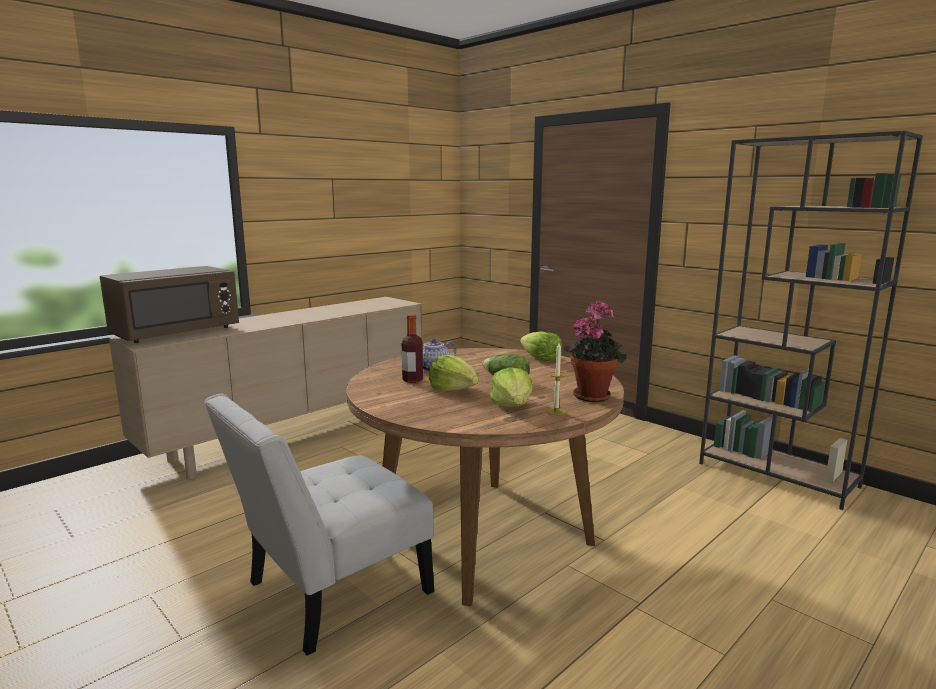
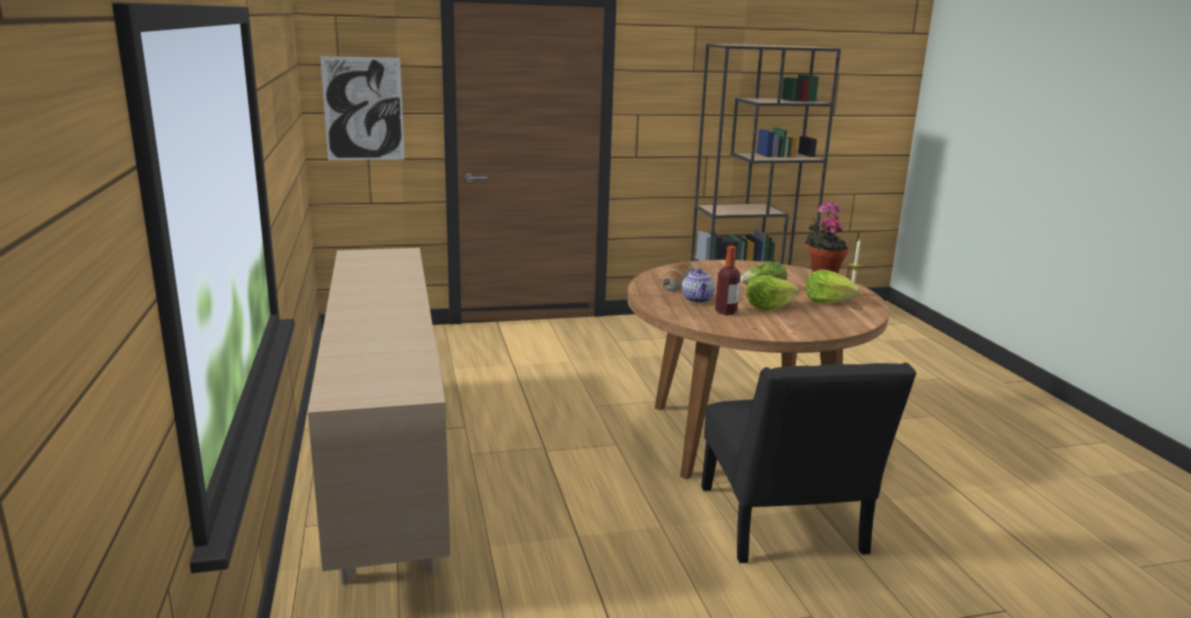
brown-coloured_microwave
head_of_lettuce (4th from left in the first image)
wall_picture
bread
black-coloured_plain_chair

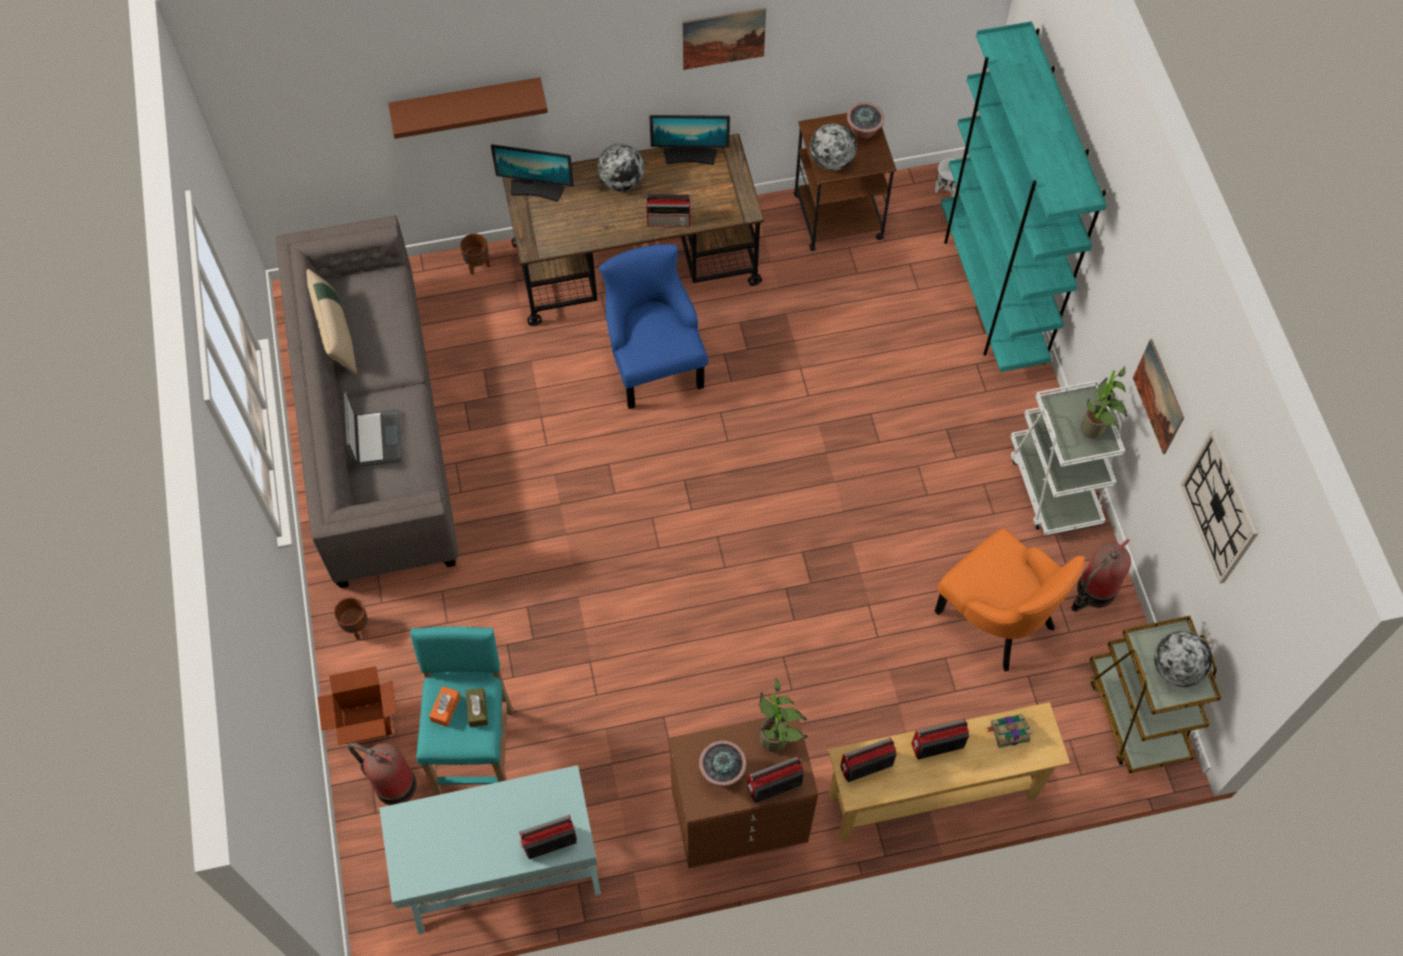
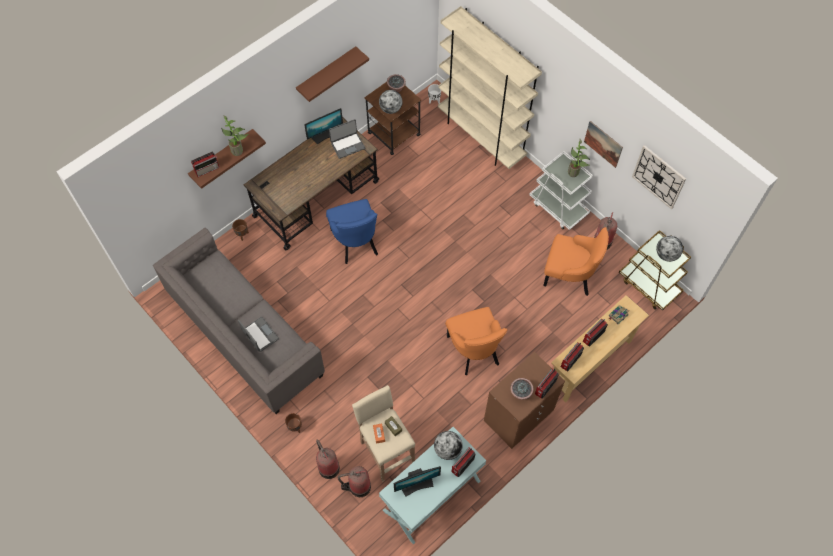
beige_pillow
portable_computer (2nd from left)
orange_plain_chair (1st from left)
computer_screen (2nd from left)
desk_globe (2nd from left)
radio (1st from left)
plant_in_a_pot (1st from left)
fire-fighting_cylinder (1st from left)
brown-coloured_wall_shelf (2nd from left)
beige_sitting_stool
beige_shelving_unit
blue_plain_chair

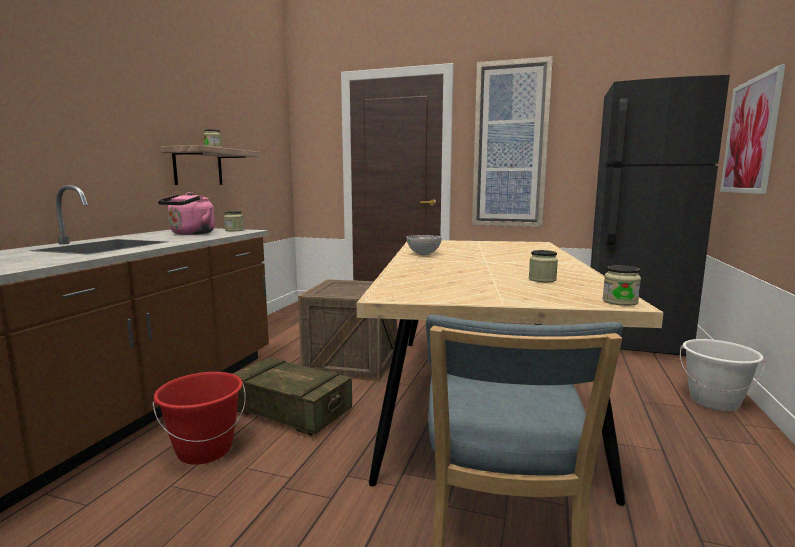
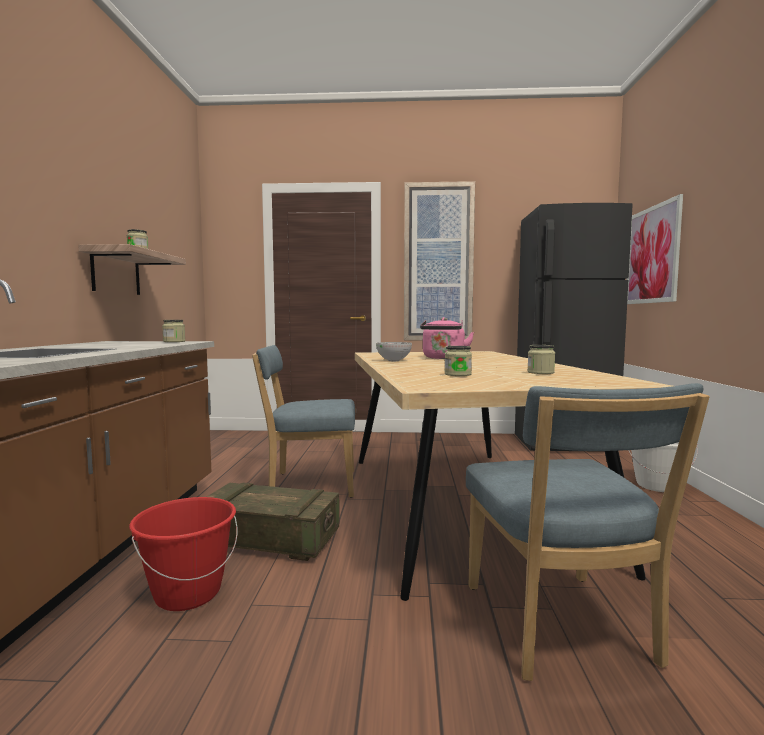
pink-coloured_water_kettle
preserve_jar (3rd from left)
blue_plain_chair (1st from left)

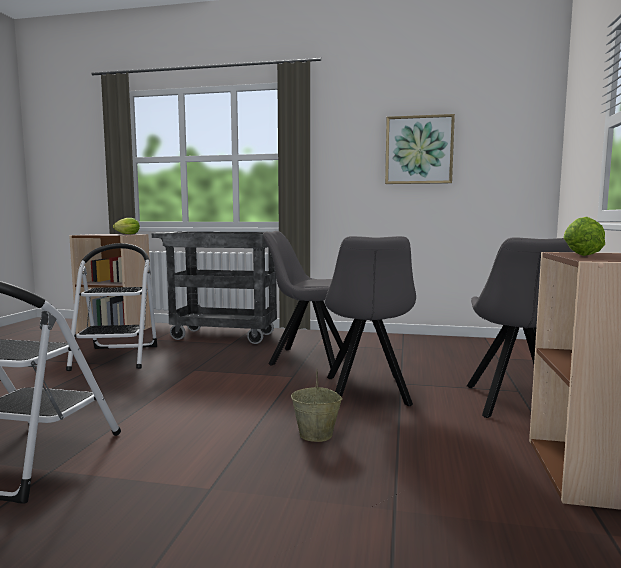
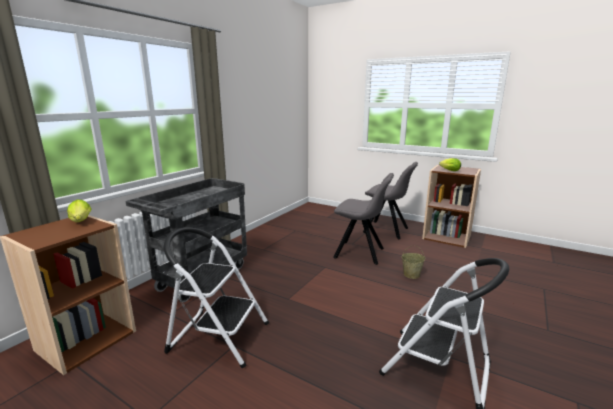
grey_plain_chair (1st from left in the first image)
wall_picture

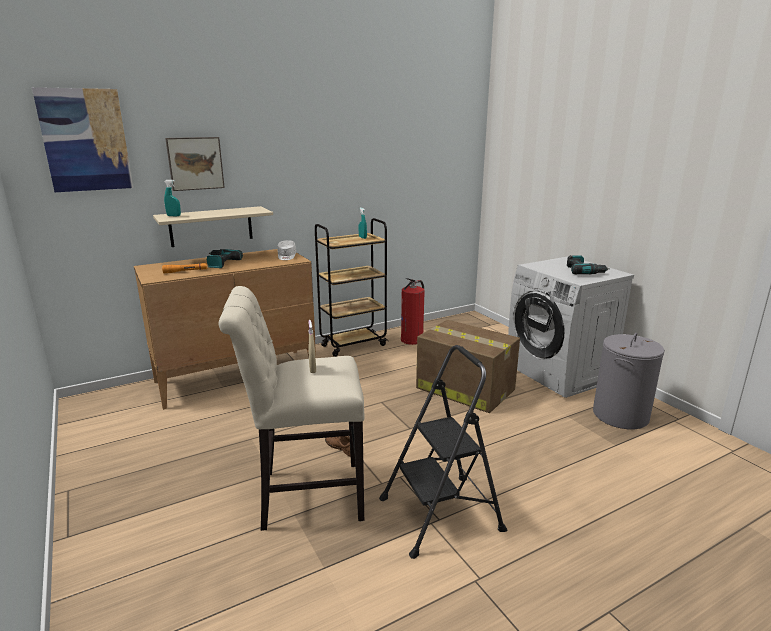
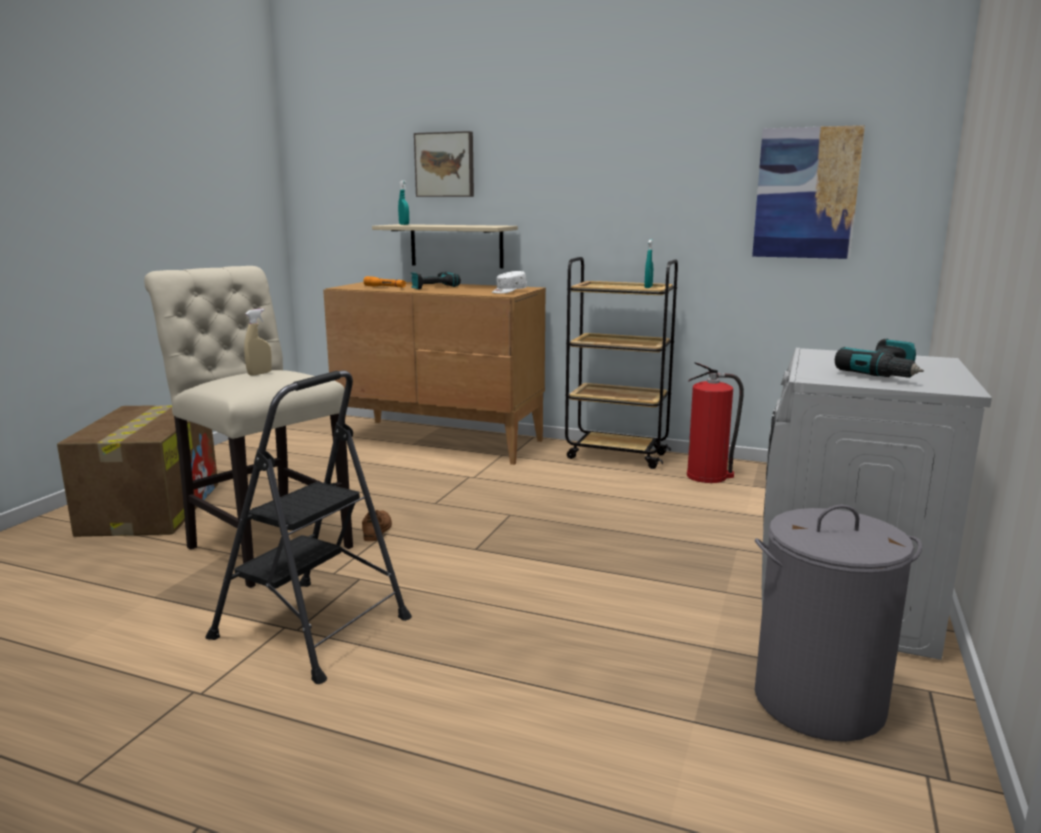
wall_picture (2nd from left)
carton

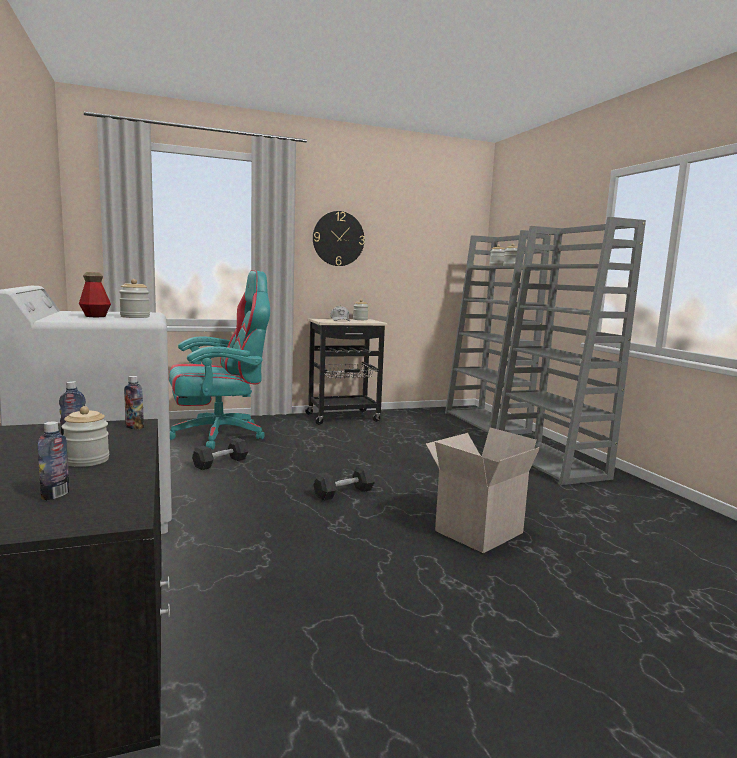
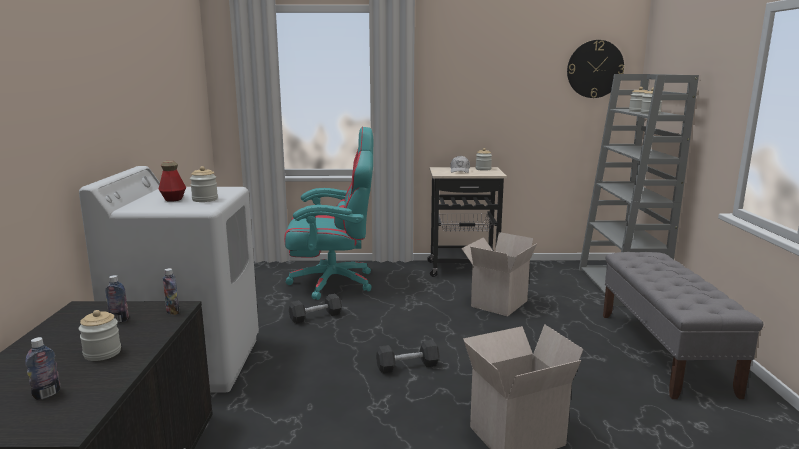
carton (1st from left)
clock_on_the_wall
grey_long_seat

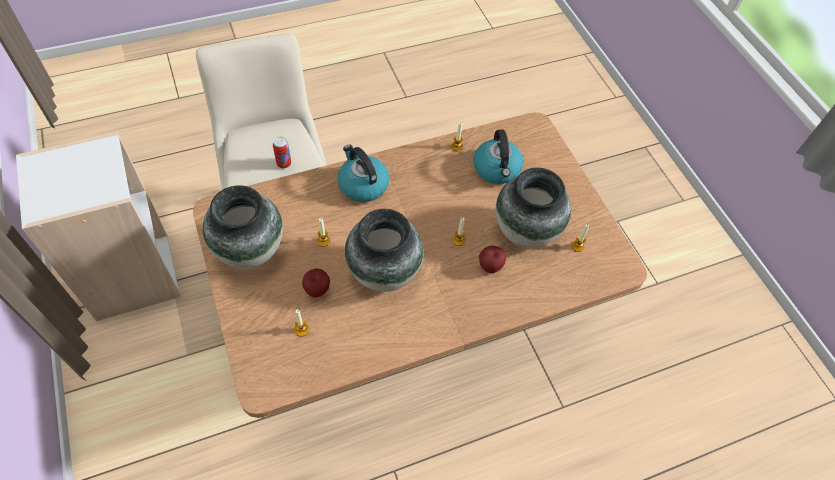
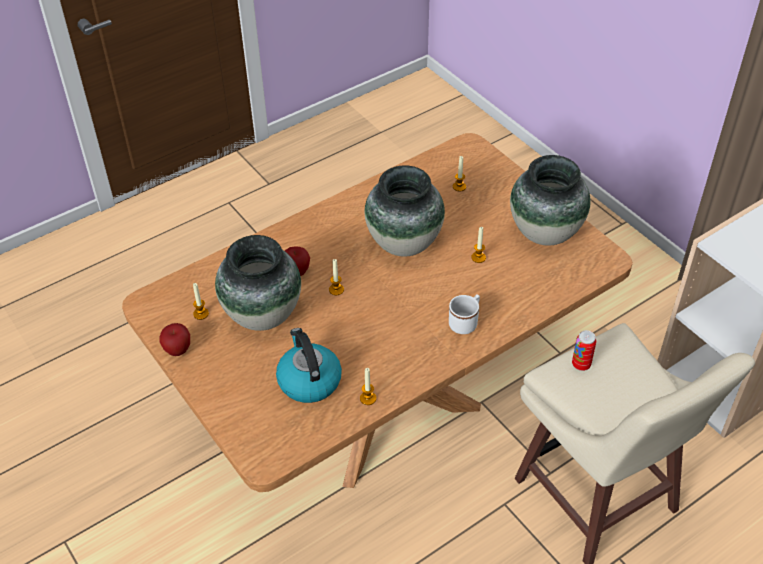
whole_apple (1st from left)
white_tea_mug

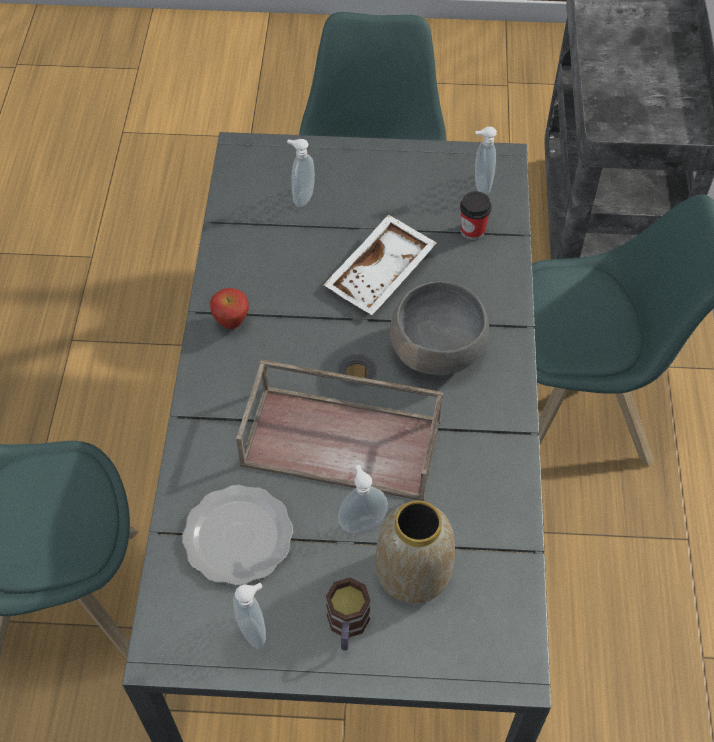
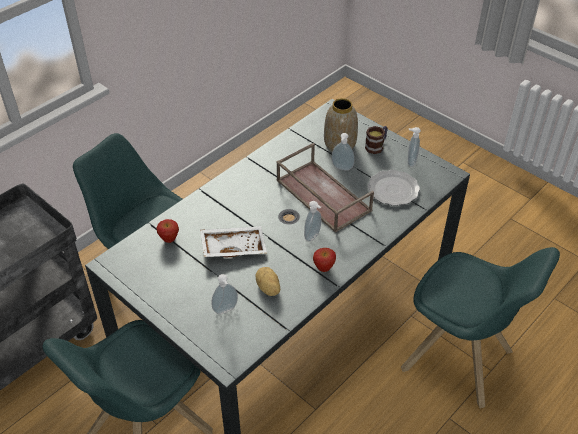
grey_deep_dish
whole_potato
soap_dispenser (2nd from left)
whole_apple (1st from left)

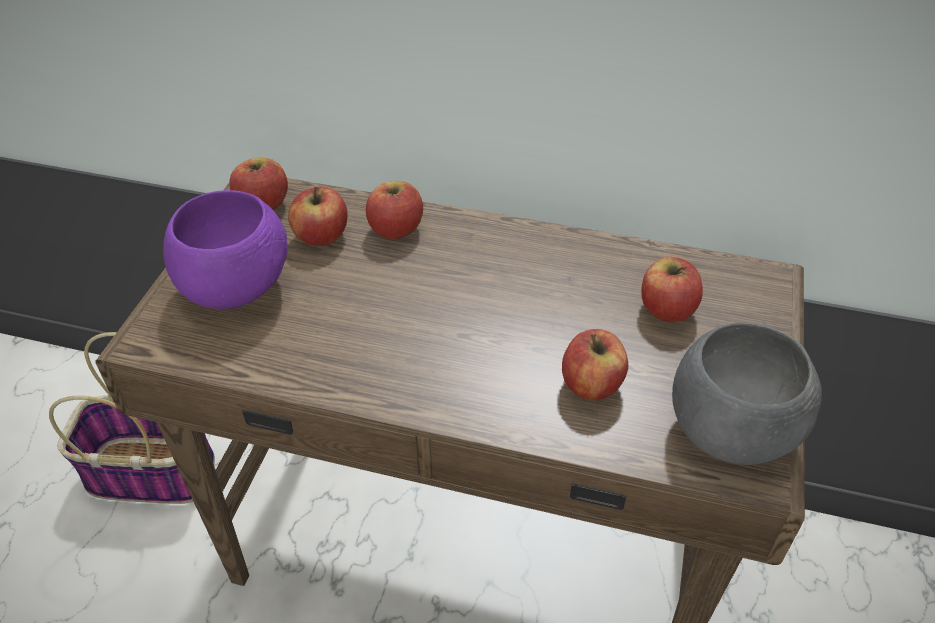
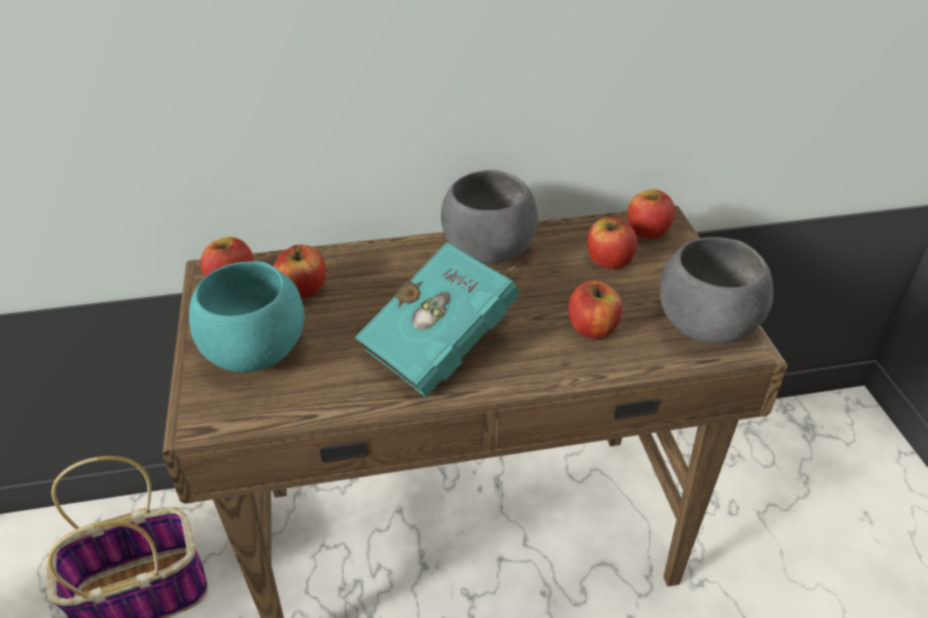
turquoise_volume
grey_deep_dish (1st from left)
whole_apple (5th from left)
turquoise_deep_dish

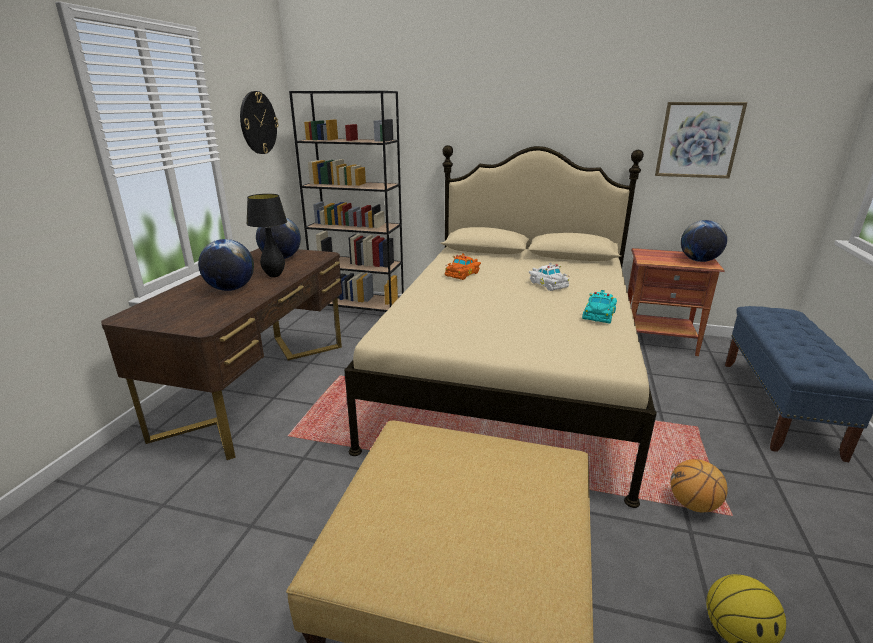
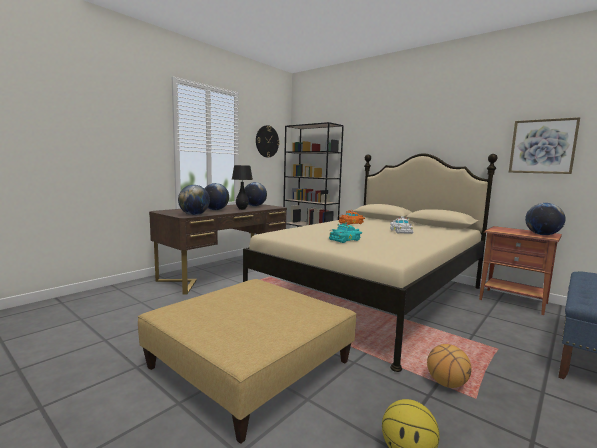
desk_globe (1st from left)
turquoise_toy_car

